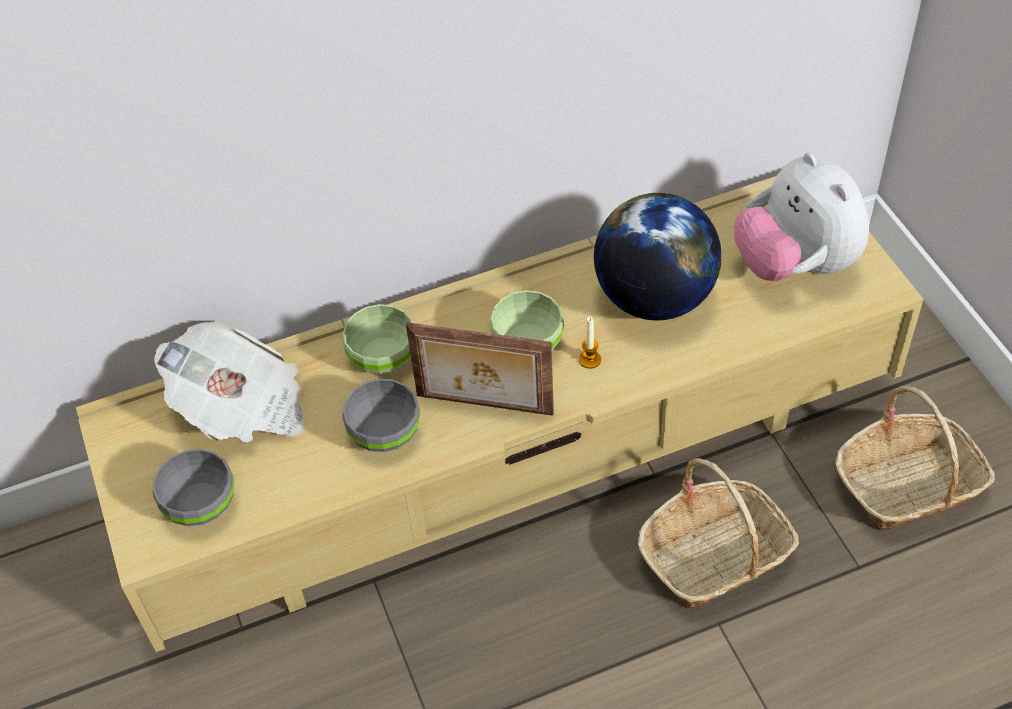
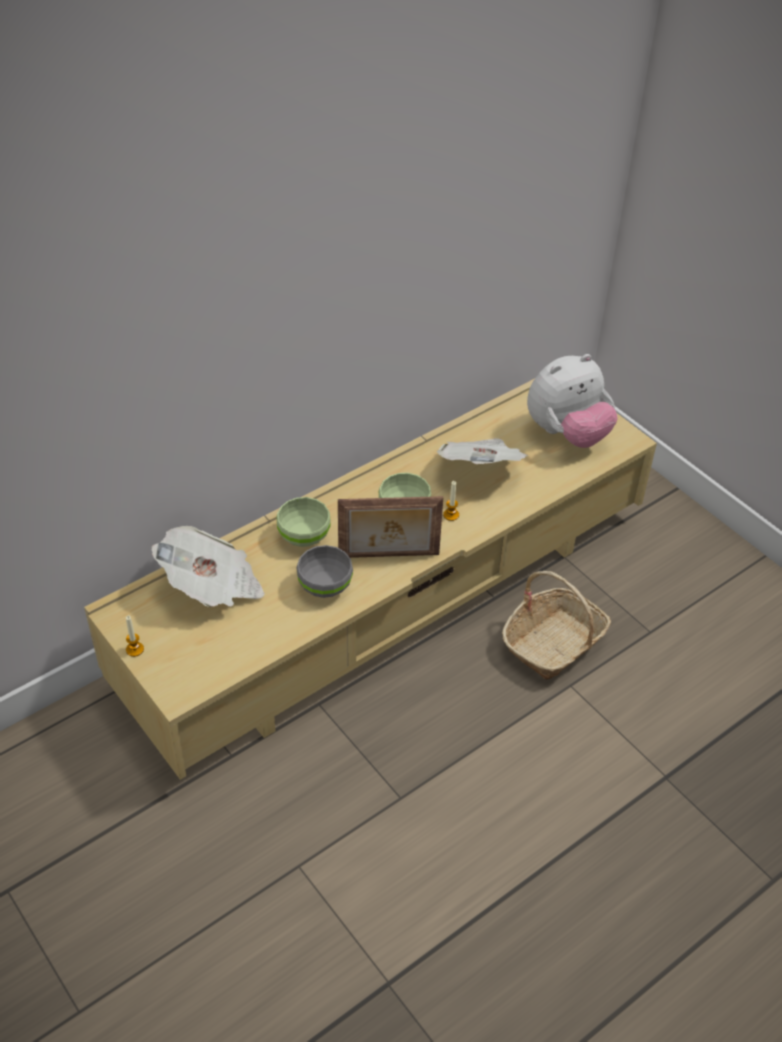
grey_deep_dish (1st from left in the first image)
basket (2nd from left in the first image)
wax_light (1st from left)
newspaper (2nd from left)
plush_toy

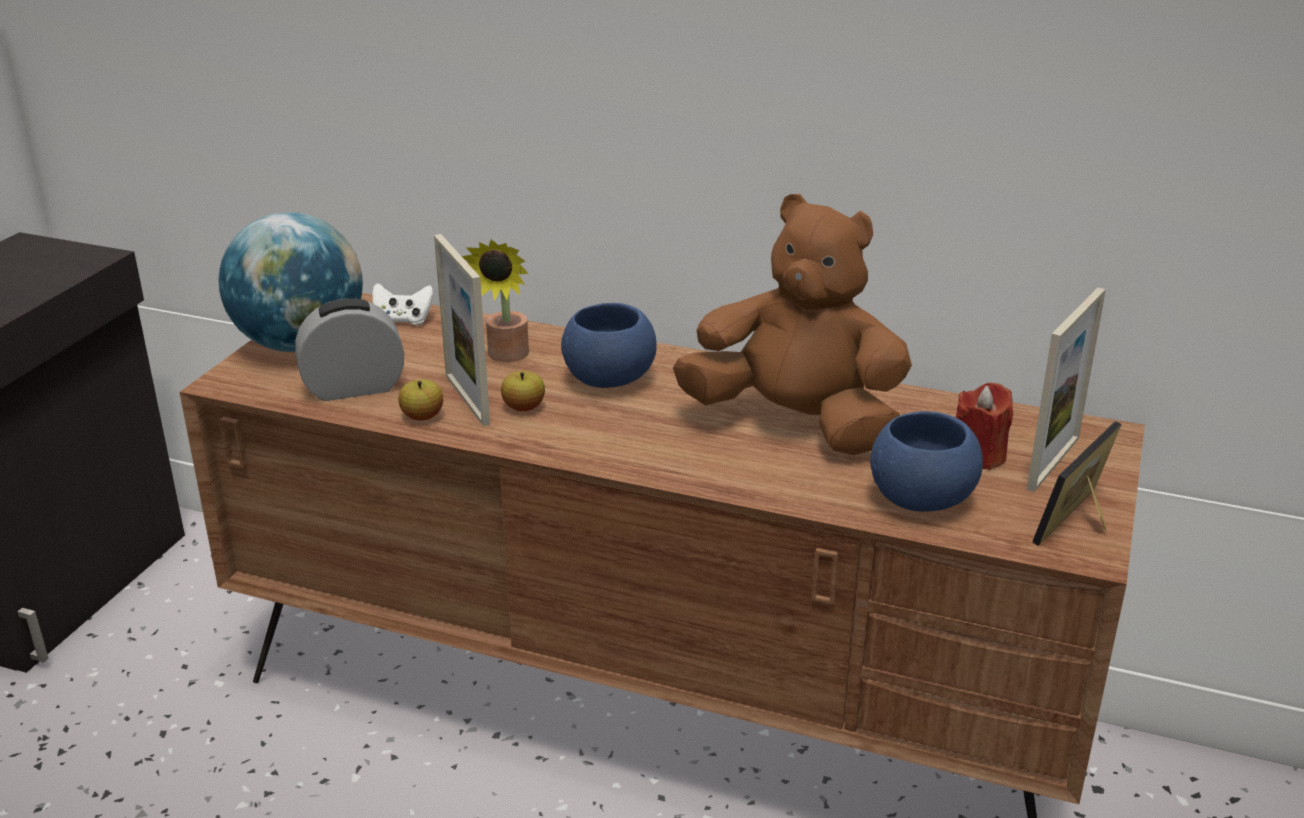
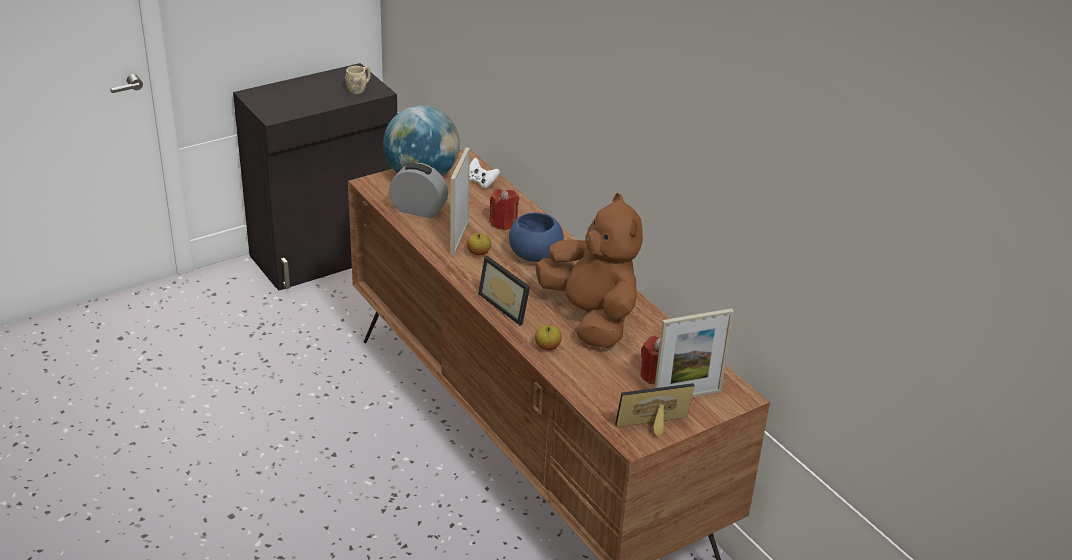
blue_deep_dish (2nd from left in the first image)
beige_tea_mug
picture_frame (2nd from left)
whole_apple (2nd from left)
reddish_wax_light (1st from left)

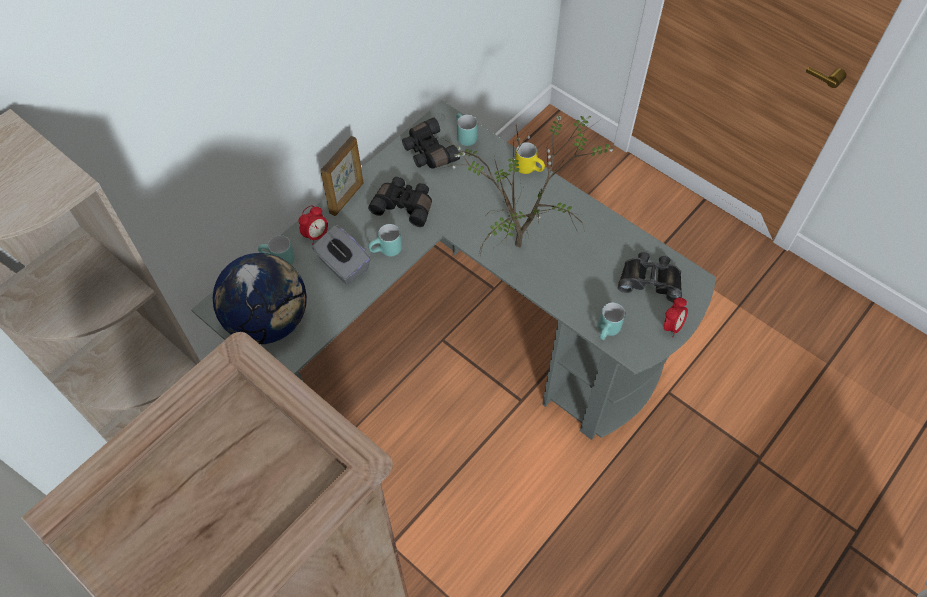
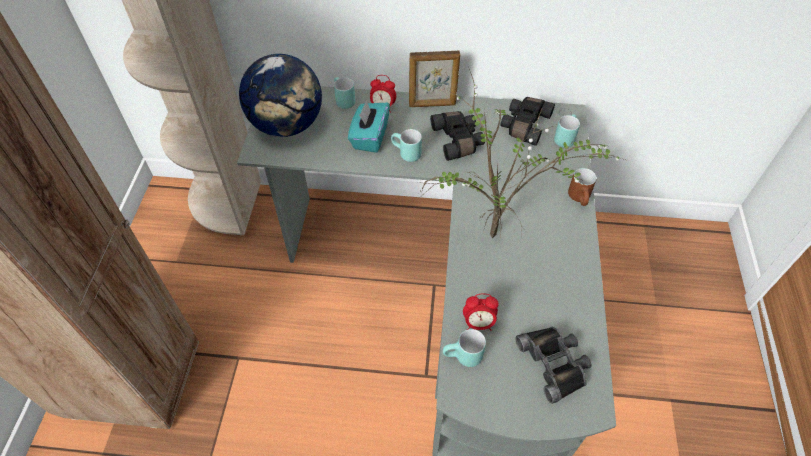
bedside_clock (2nd from left)
turquoise_box_of_tissues
brown-coloured_tea_mug

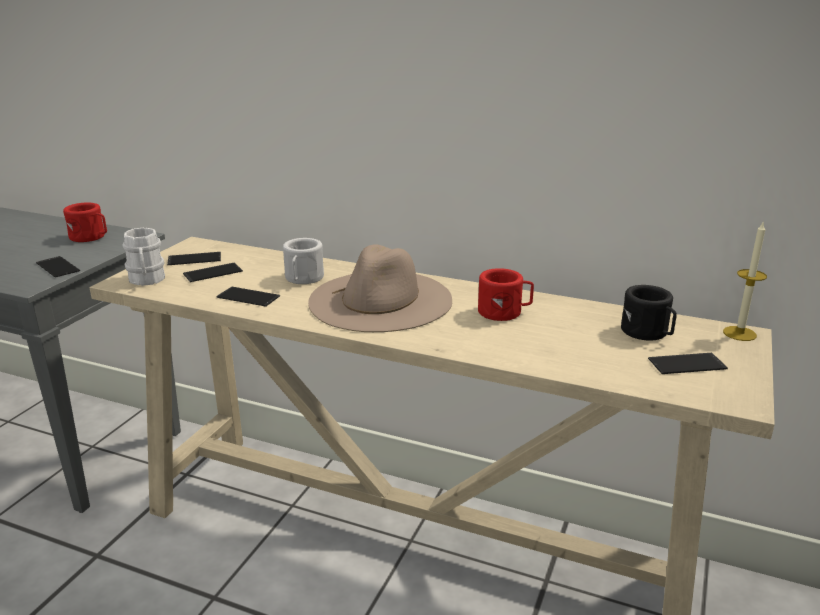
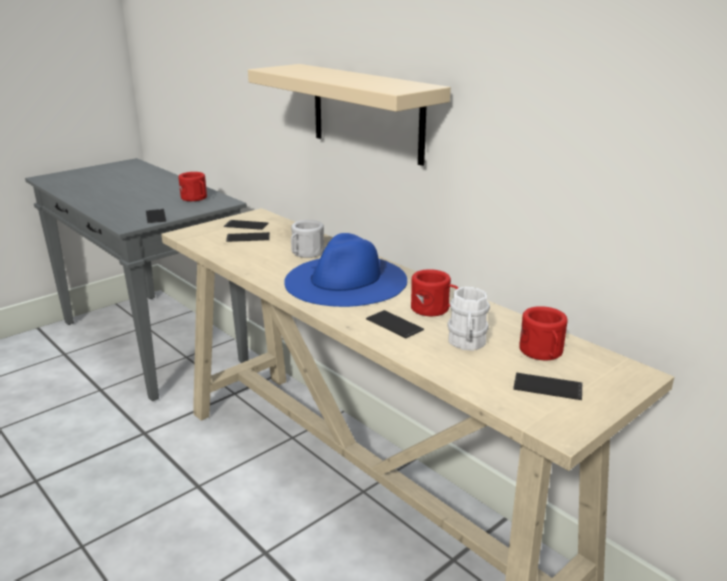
wax_light
beige_wall_shelf
white_tea_mug (2nd from left)
telephone (4th from left)
blue_hat
reddish_tea_mug (3rd from left)

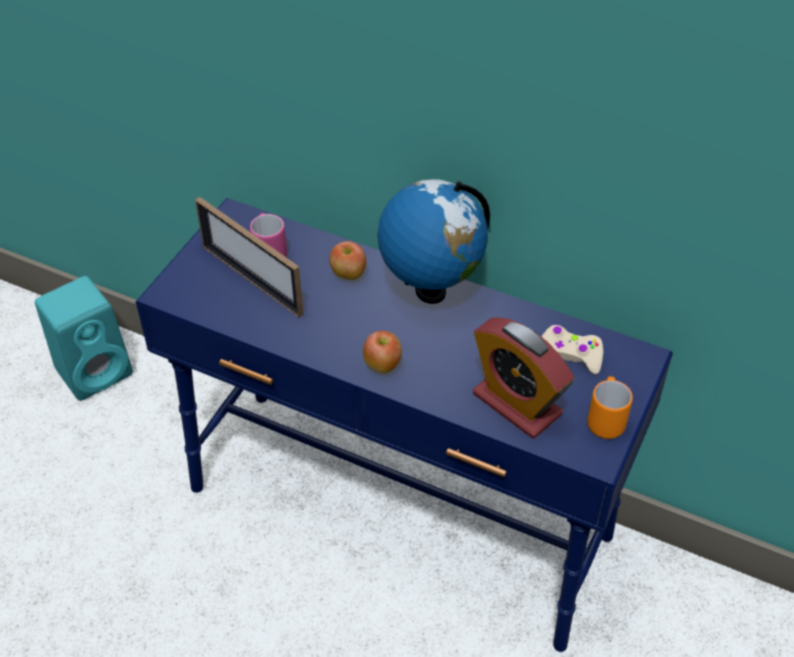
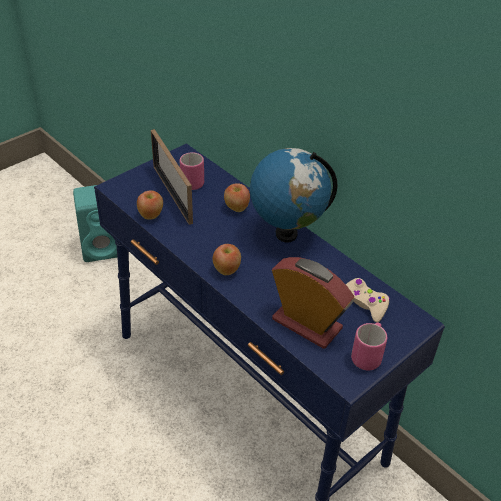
whole_apple (1st from left)
pink-coloured_tea_mug (2nd from left)
bedside_clock

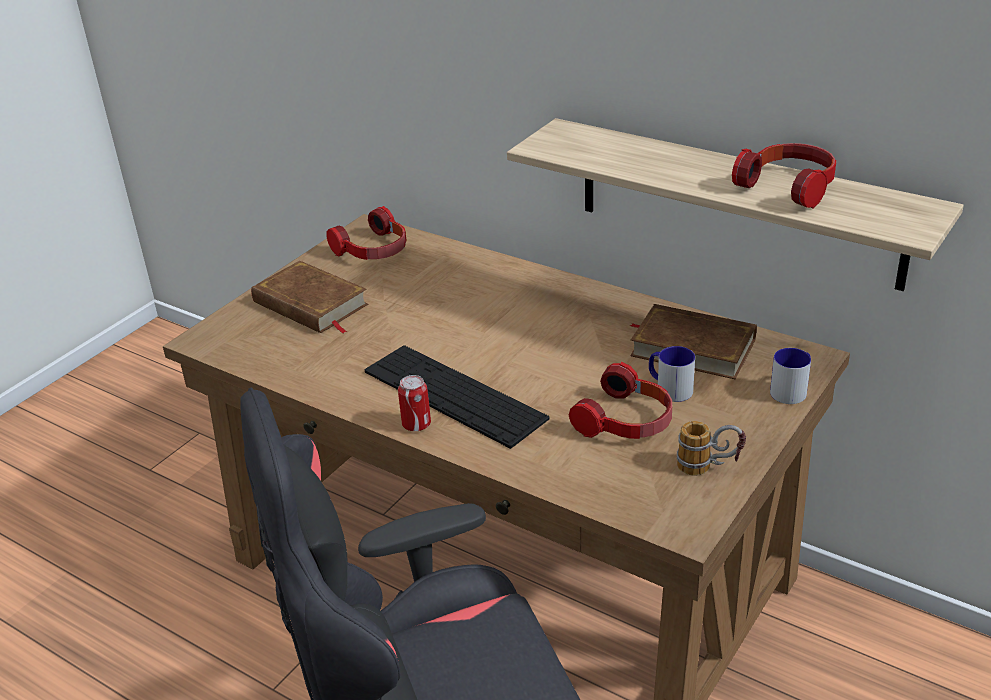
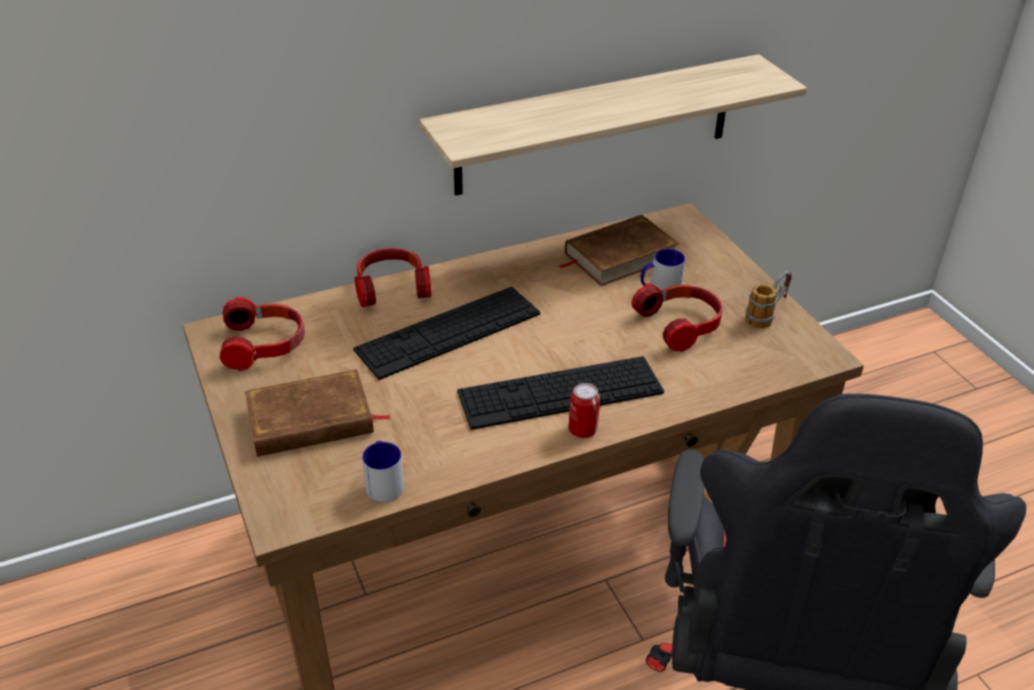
keyboard (1st from left)
headphones (2nd from left)
tea_mug (1st from left)

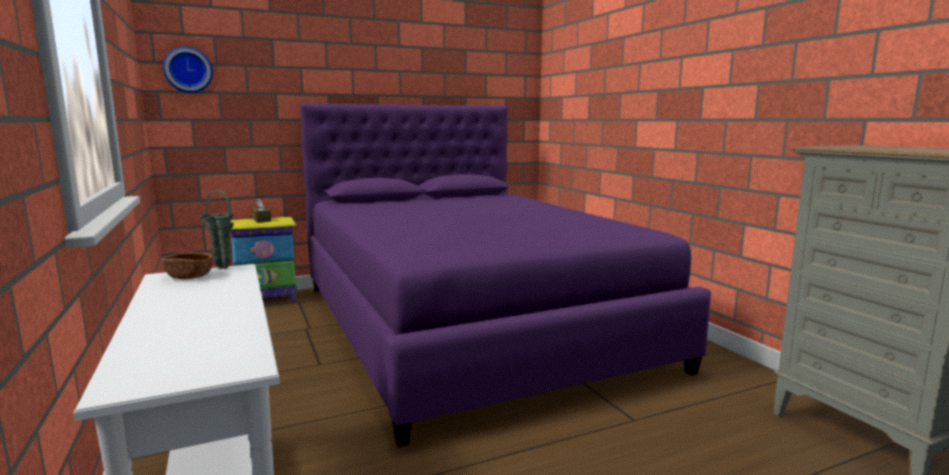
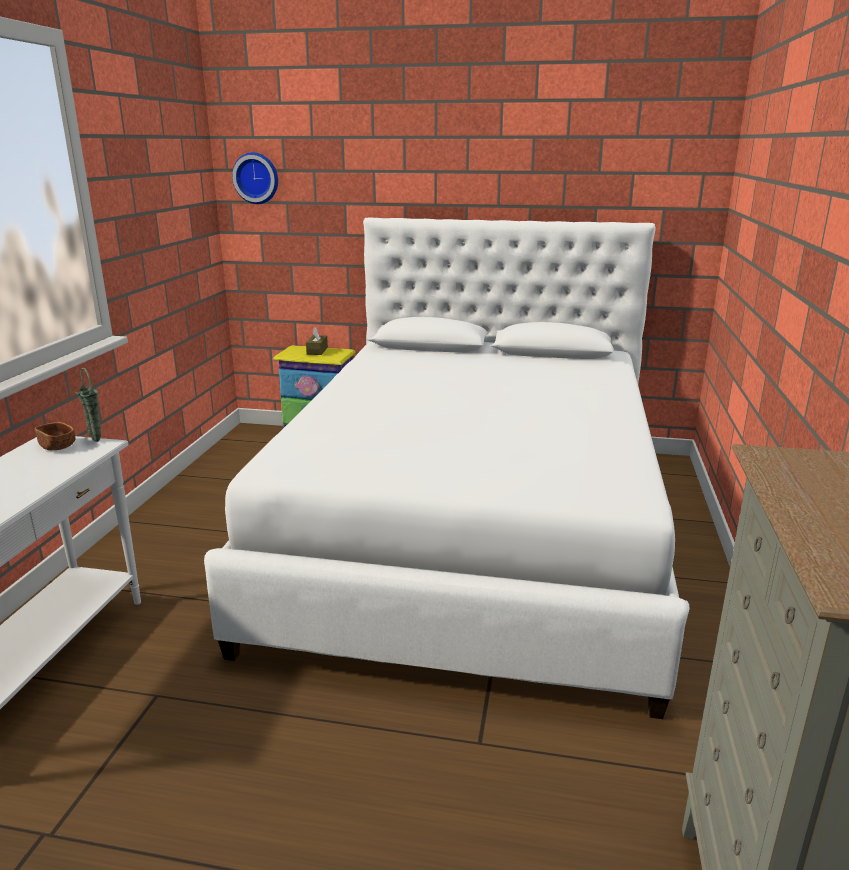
white_bedroom_bed

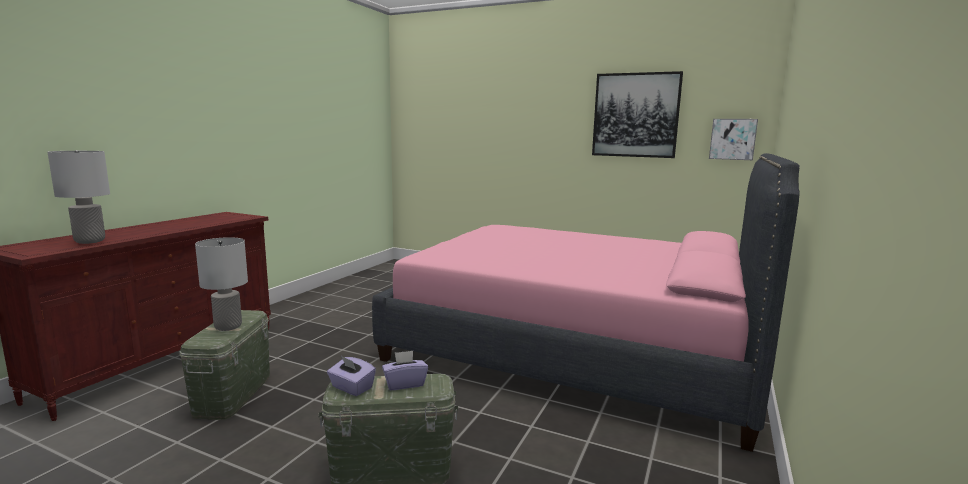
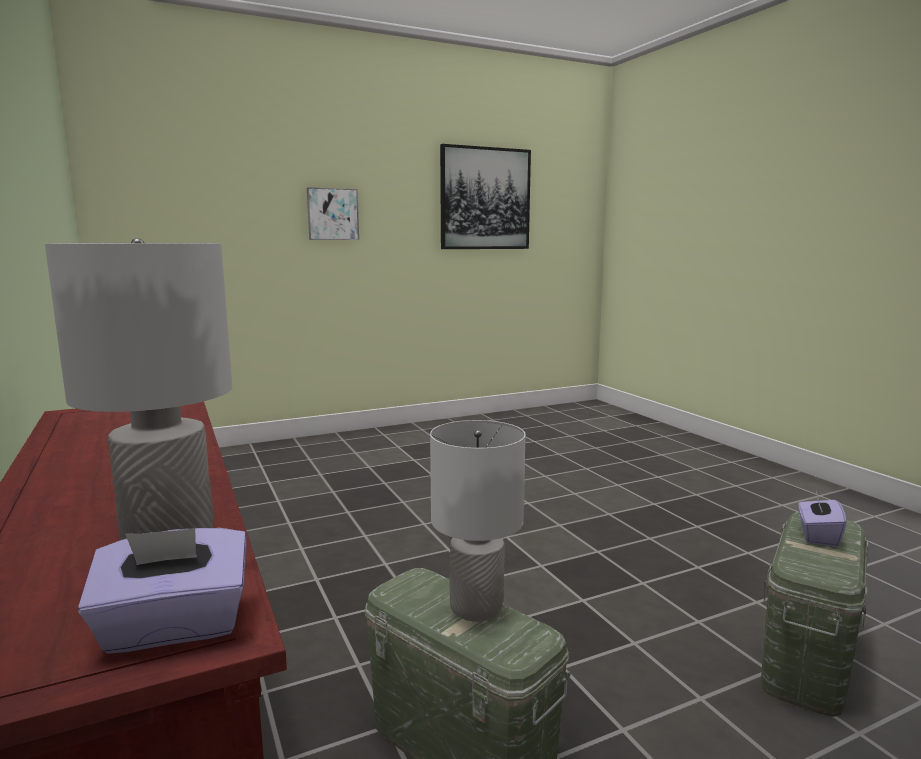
pink-coloured_bedroom_bed
purple_box_of_tissues (1st from left)
wall_picture (1st from left)

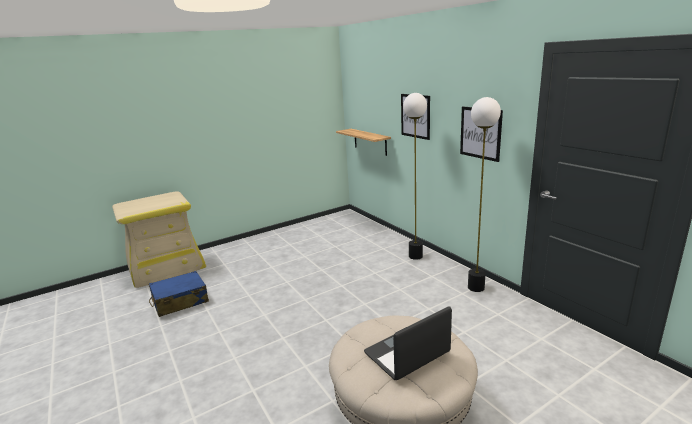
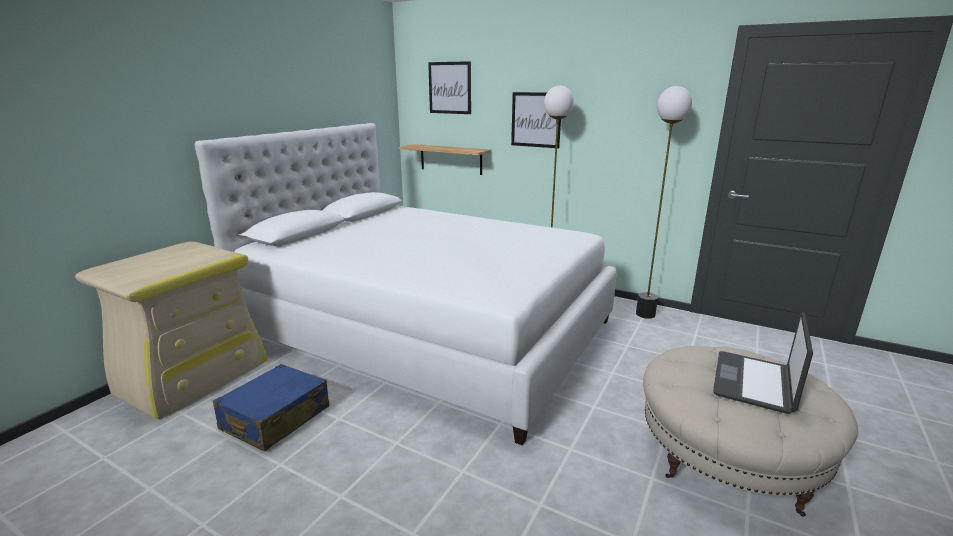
white_bedroom_bed
wall_picture (1st from left)

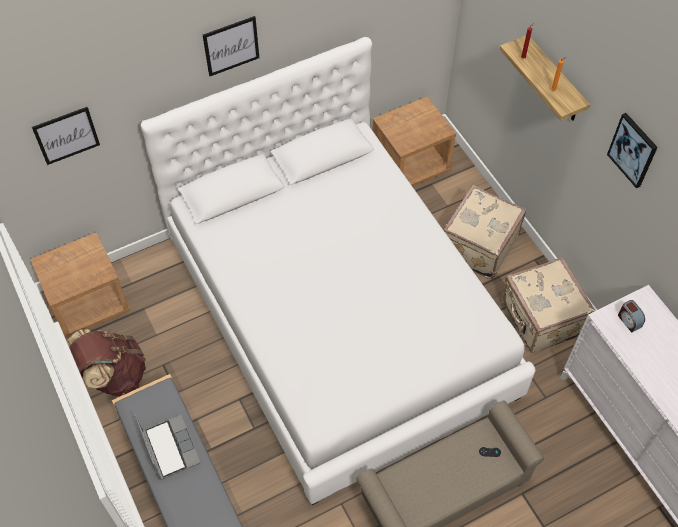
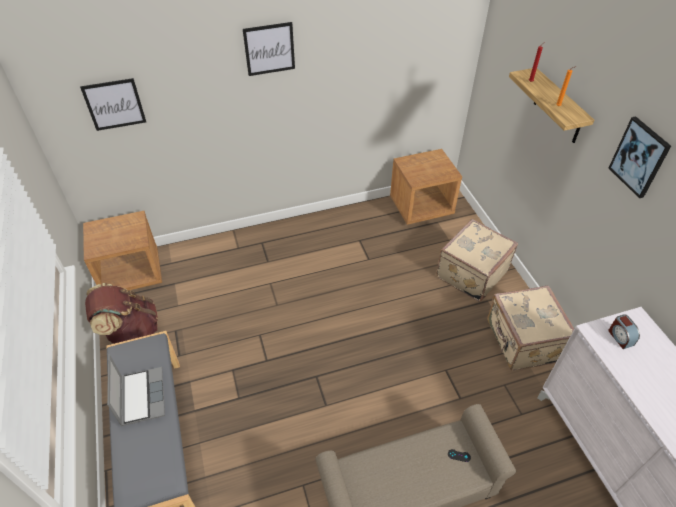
white_bedroom_bed

